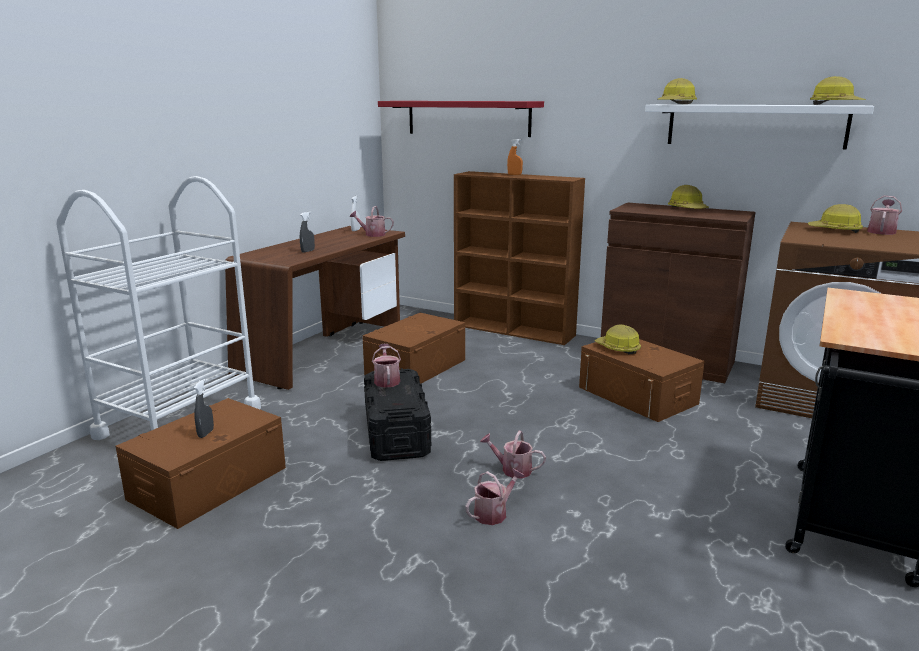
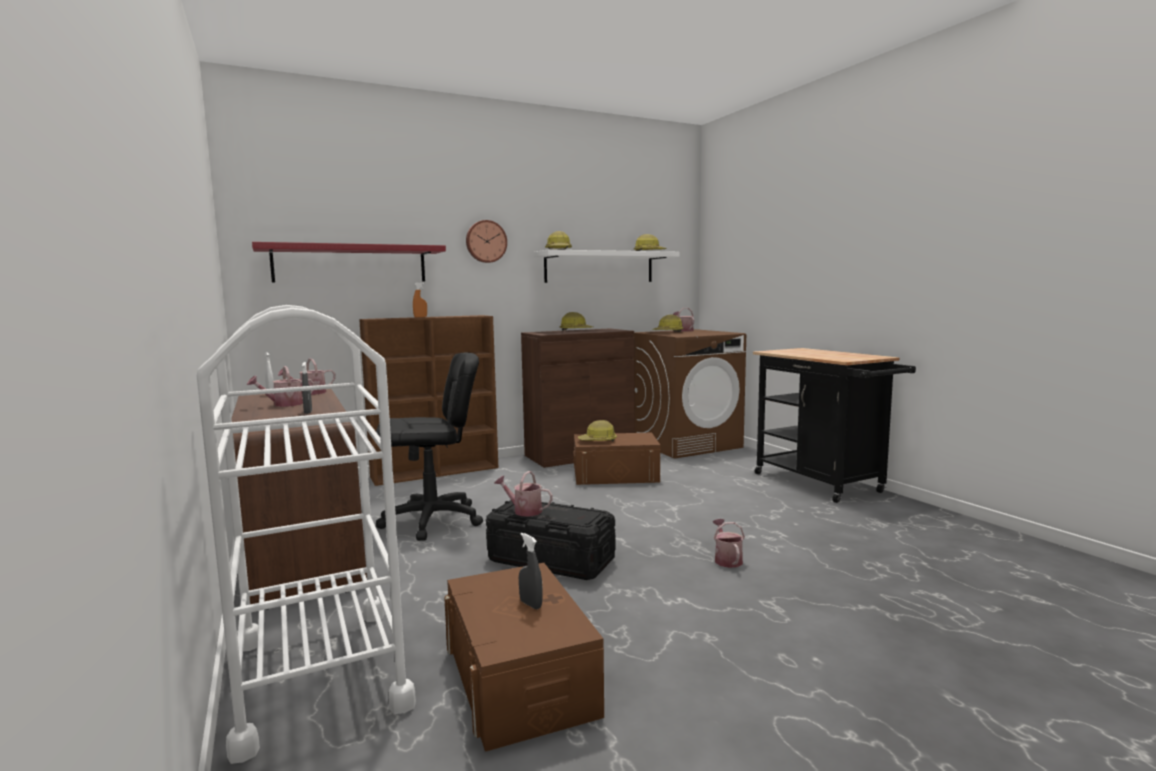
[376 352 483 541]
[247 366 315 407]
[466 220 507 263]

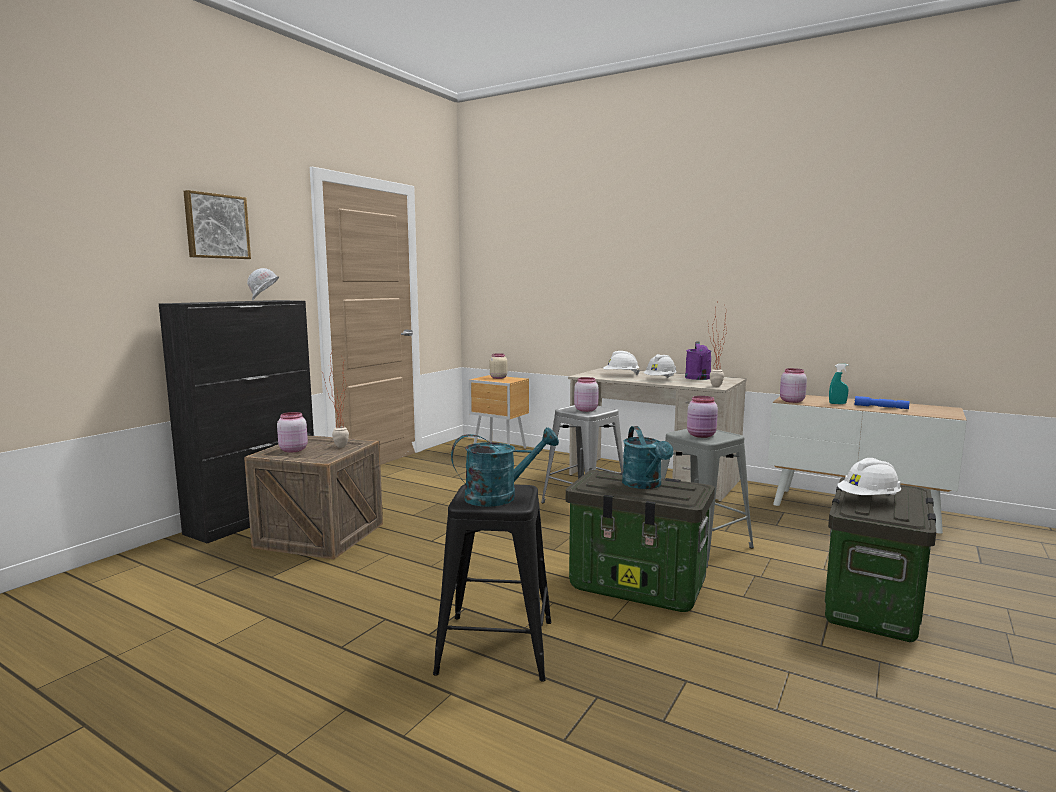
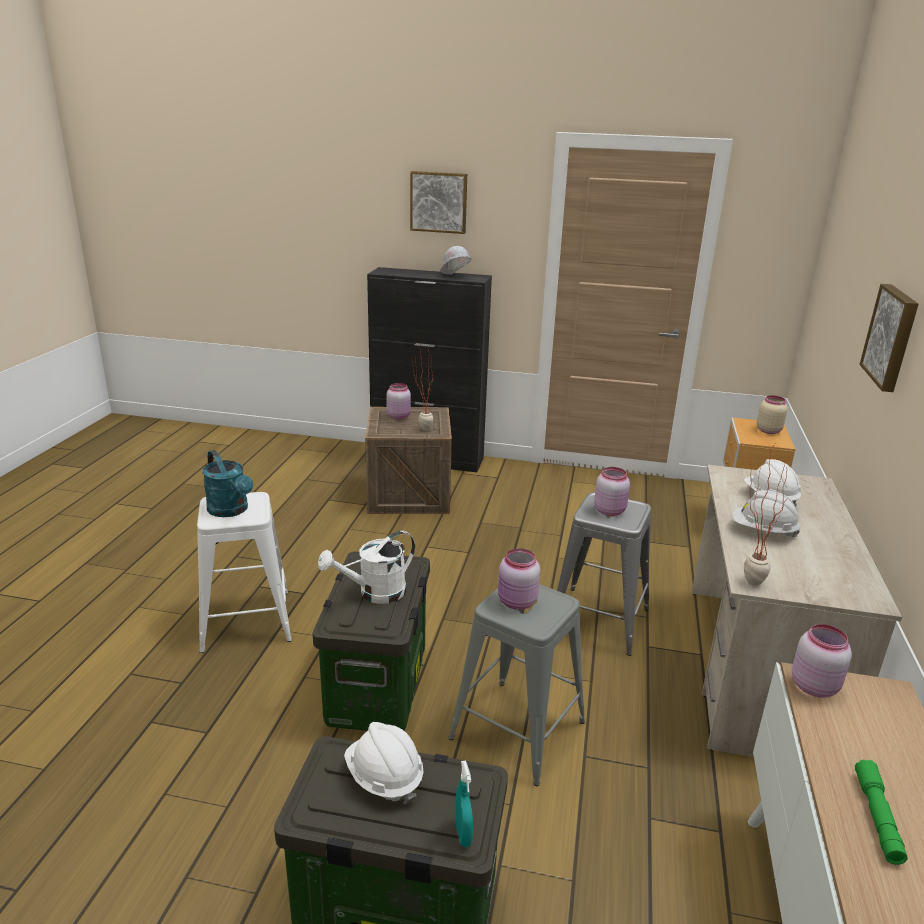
[197 492 292 653]
[318 531 415 604]
[685 342 712 380] (first image)
[455 760 473 847]
[855 760 908 865]
[860 284 918 392]

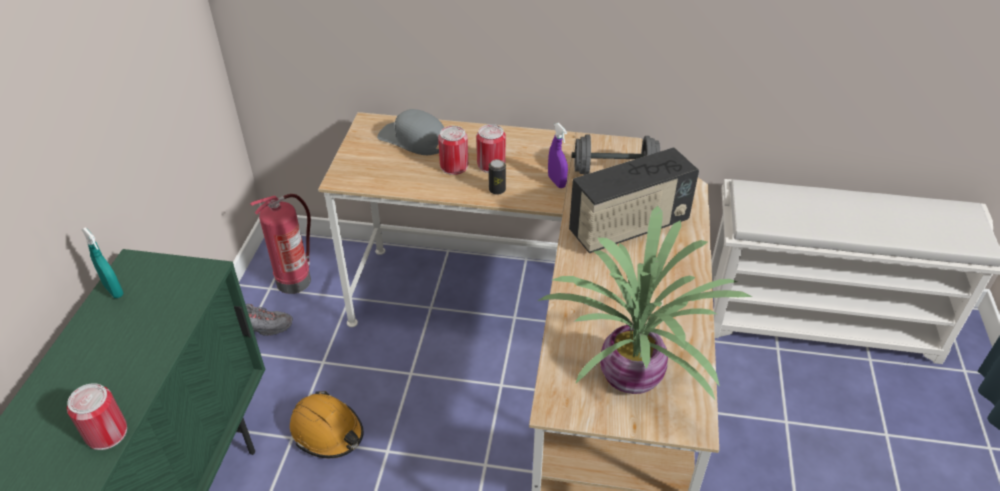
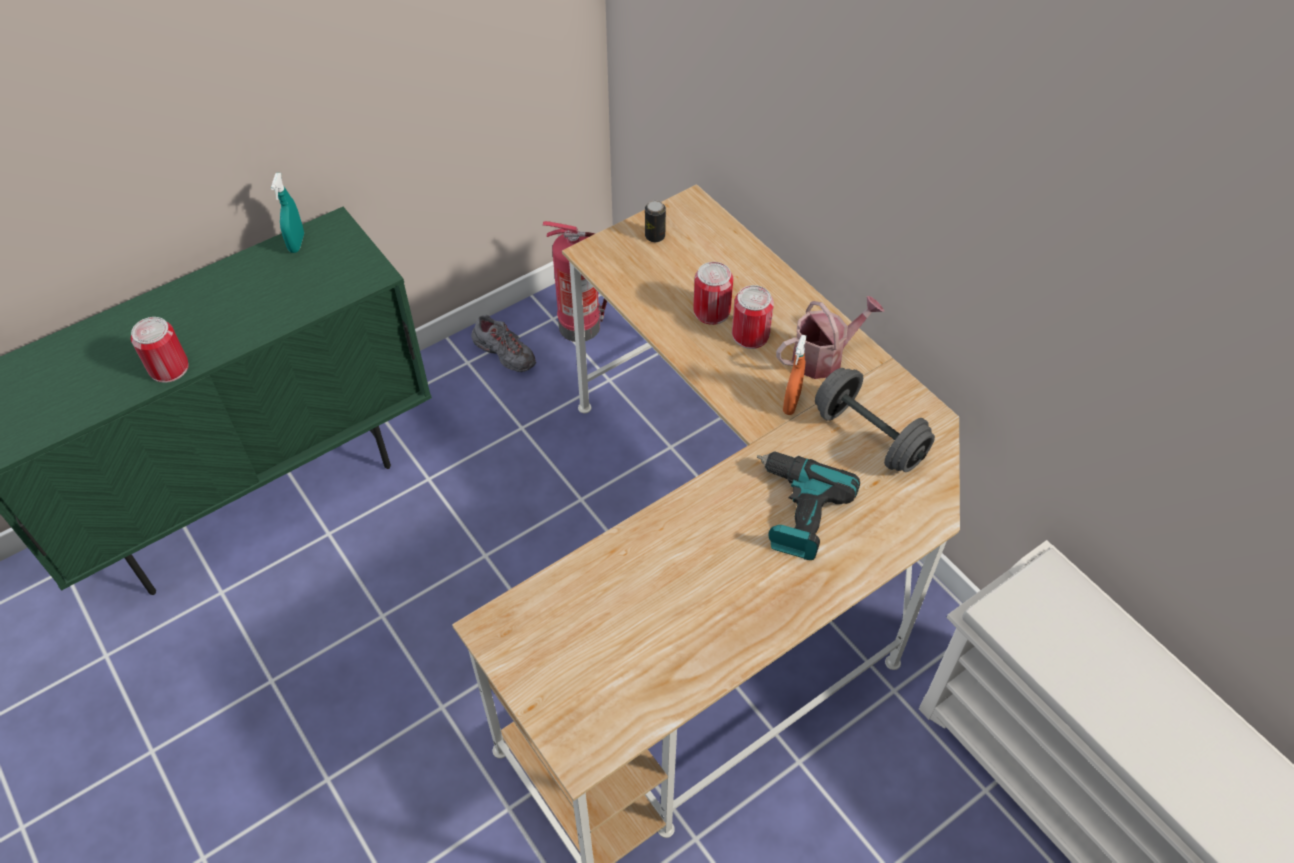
[290 391 363 458] (first image)
[377 109 444 155] (first image)
[645 201 666 242]
[537 206 752 401] (first image)
[783 335 807 415]
[757 451 860 560]
[776 296 884 379]

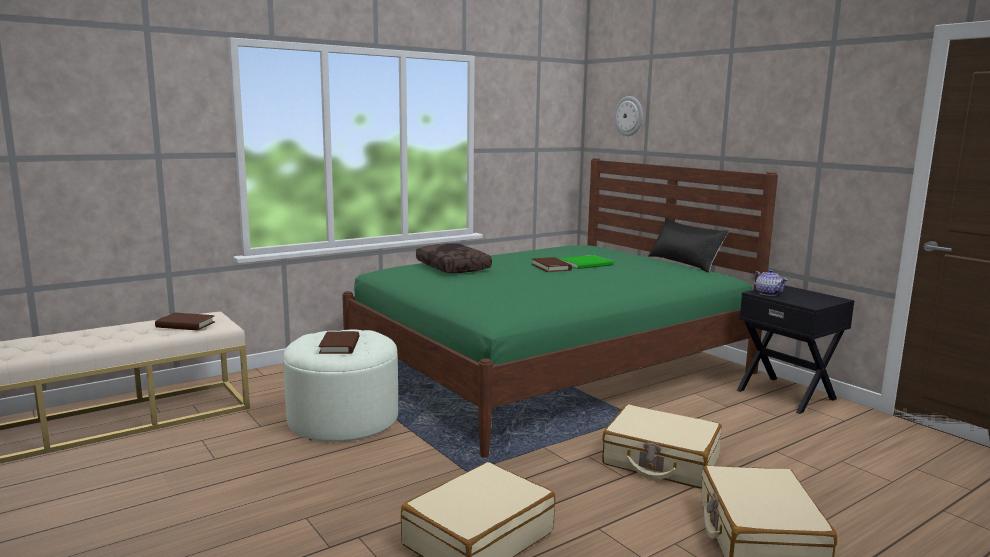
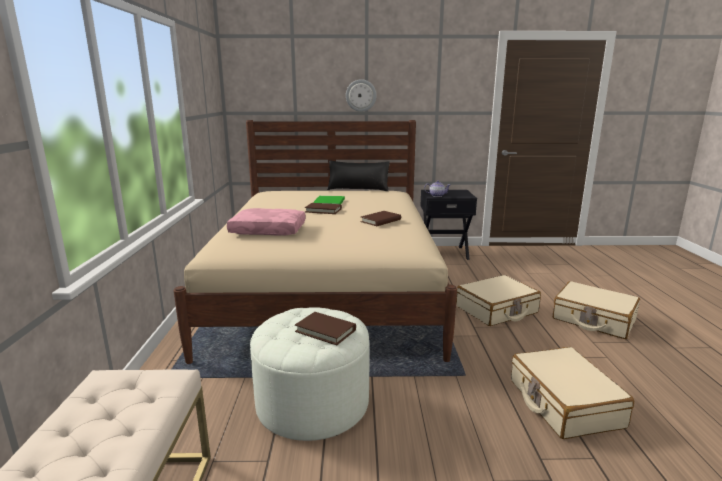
[361 211 401 226]
[174 120 457 364]
[227 208 306 235]
[346 79 377 112]

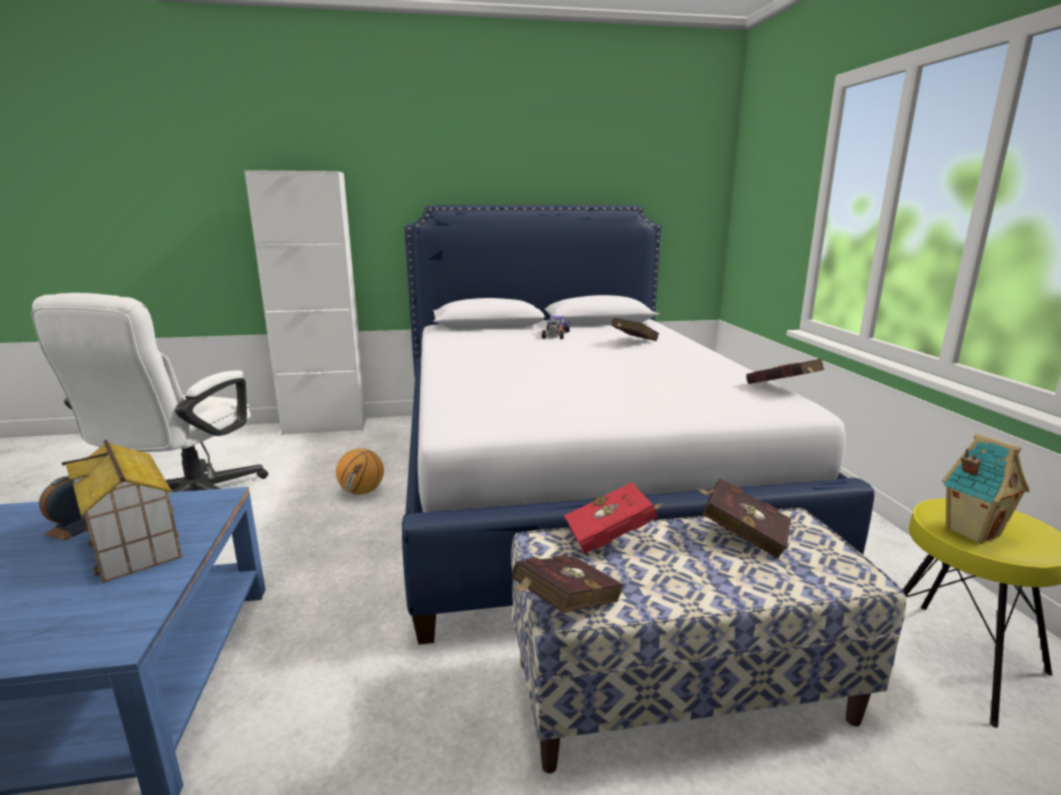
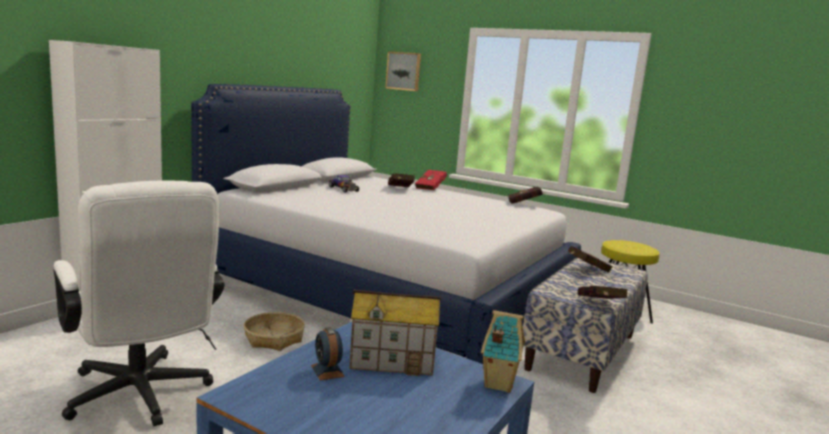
[244 312 305 351]
[415 170 447 190]
[481 310 525 393]
[385 52 421 91]

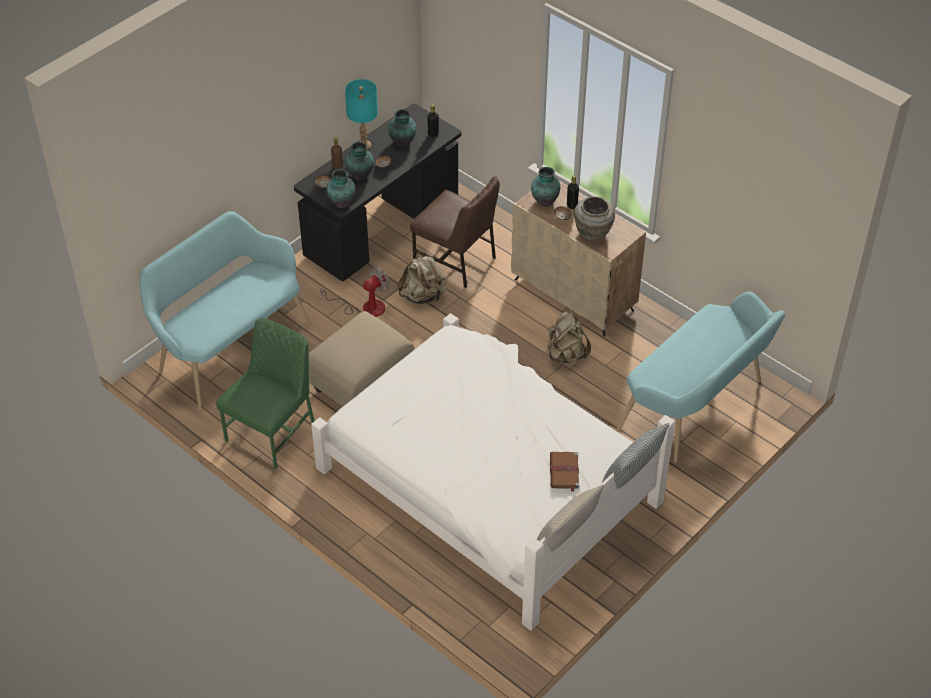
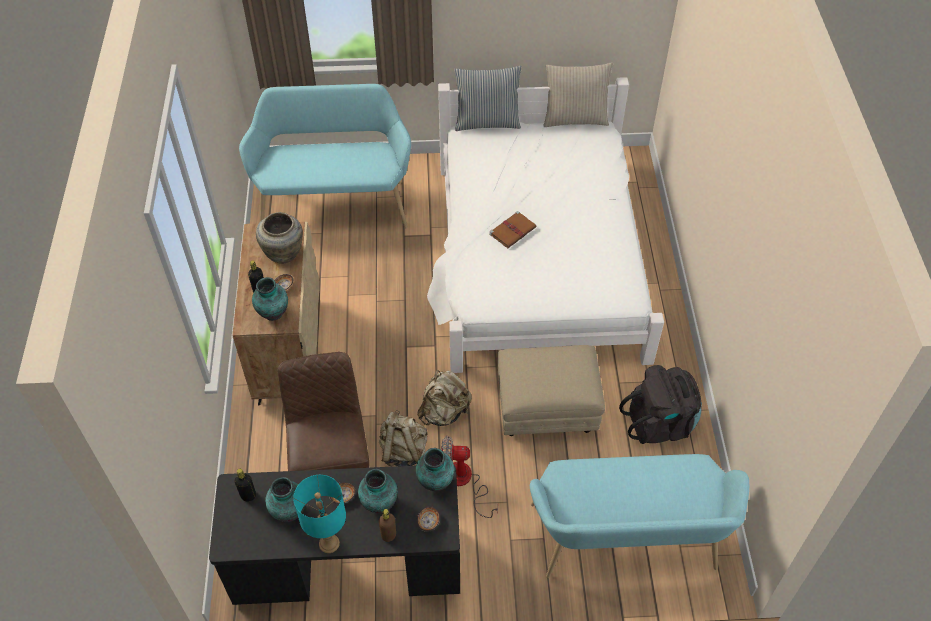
[619 365 702 444]
[417 370 472 426]
[489 211 537 248]

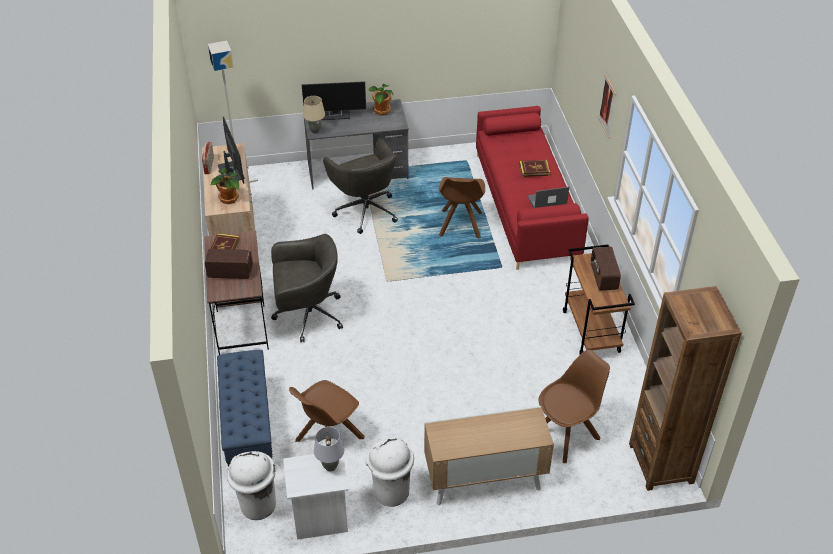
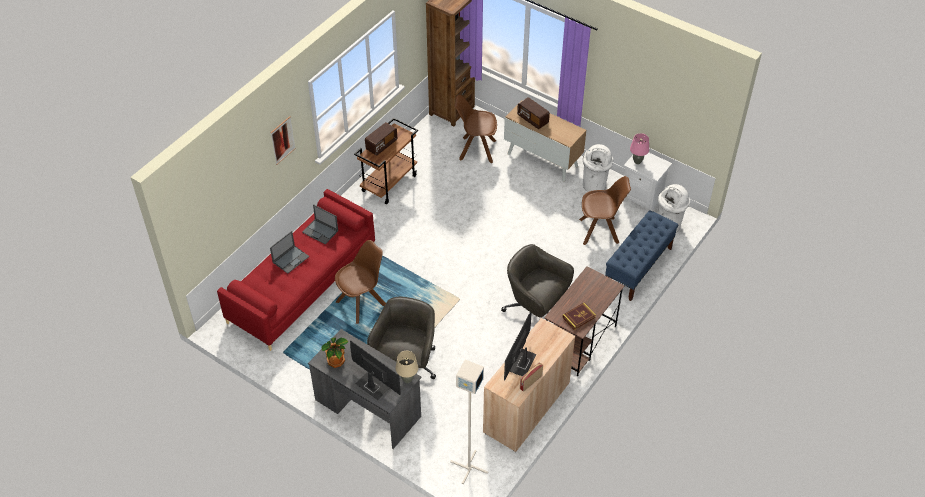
[517 97 550 129]
[211 168 239 204] (first image)
[630 133 649 164]
[270 231 309 274]

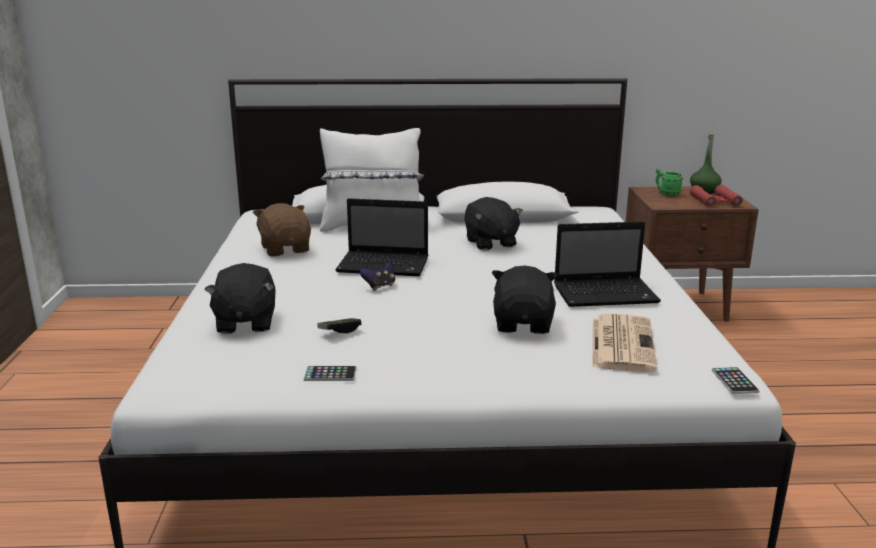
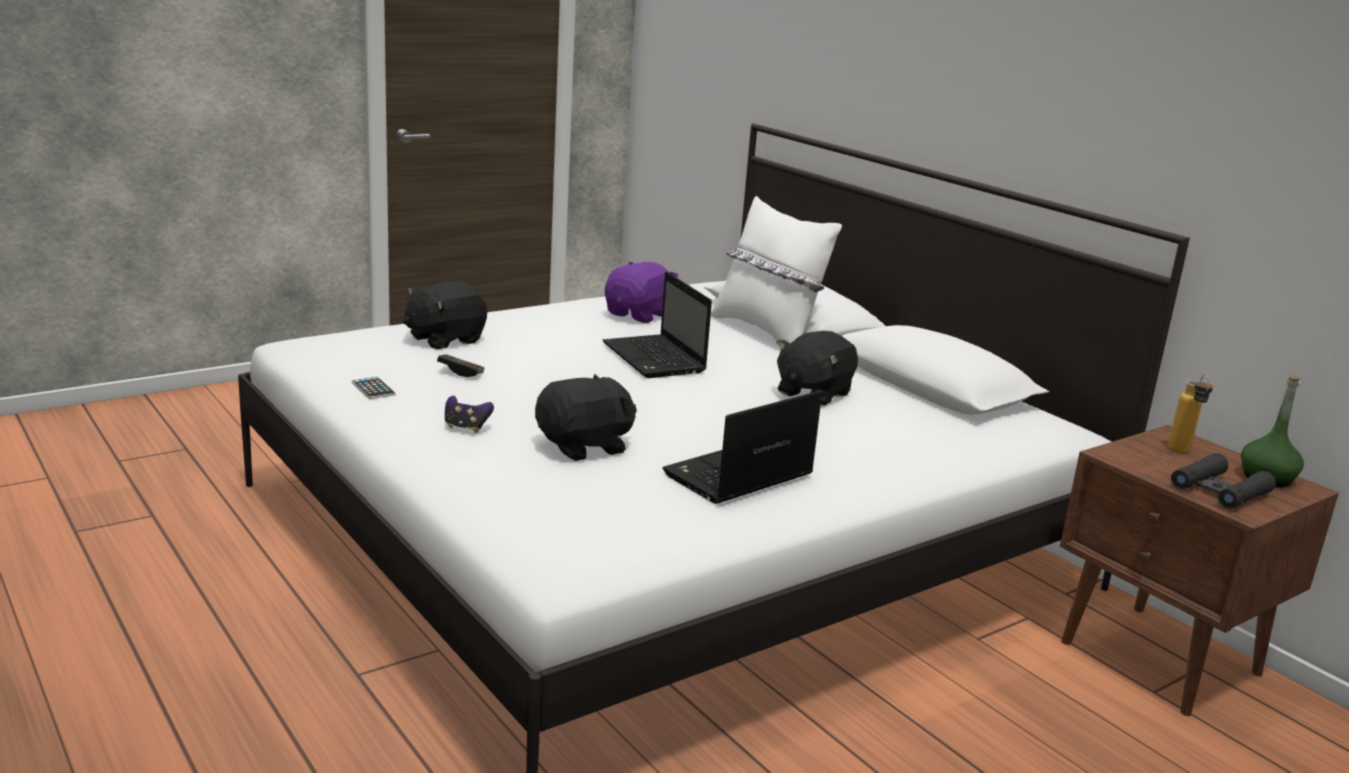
[605 262 678 323]
[445 396 494 433]
[662 391 822 504]
[592 314 657 372] (first image)
[1168 375 1213 453]
[1171 453 1276 509]
[712 367 760 394] (first image)

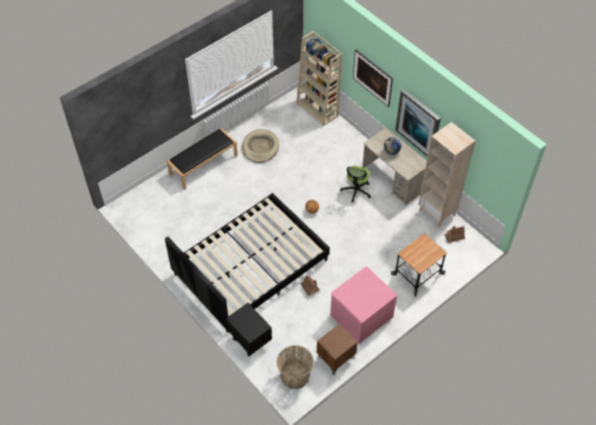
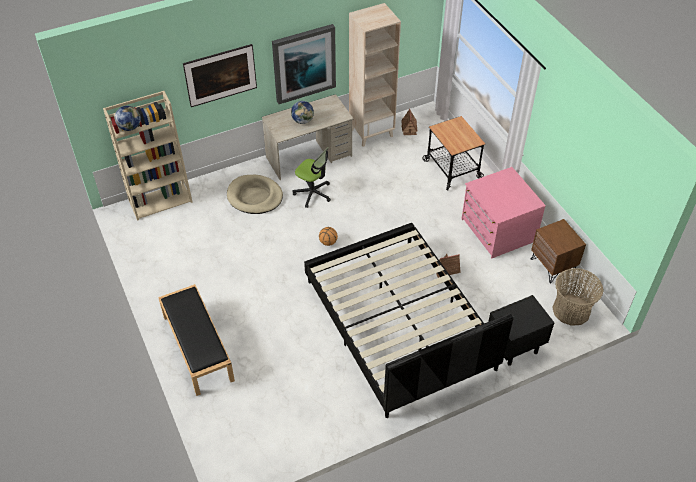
[227 175 283 214]

